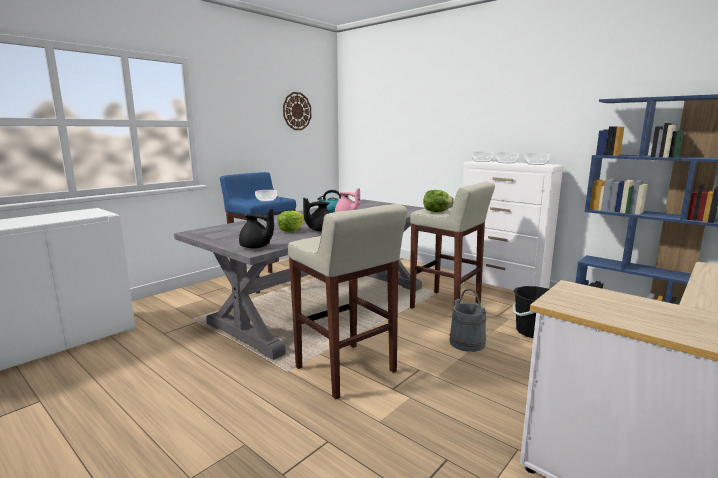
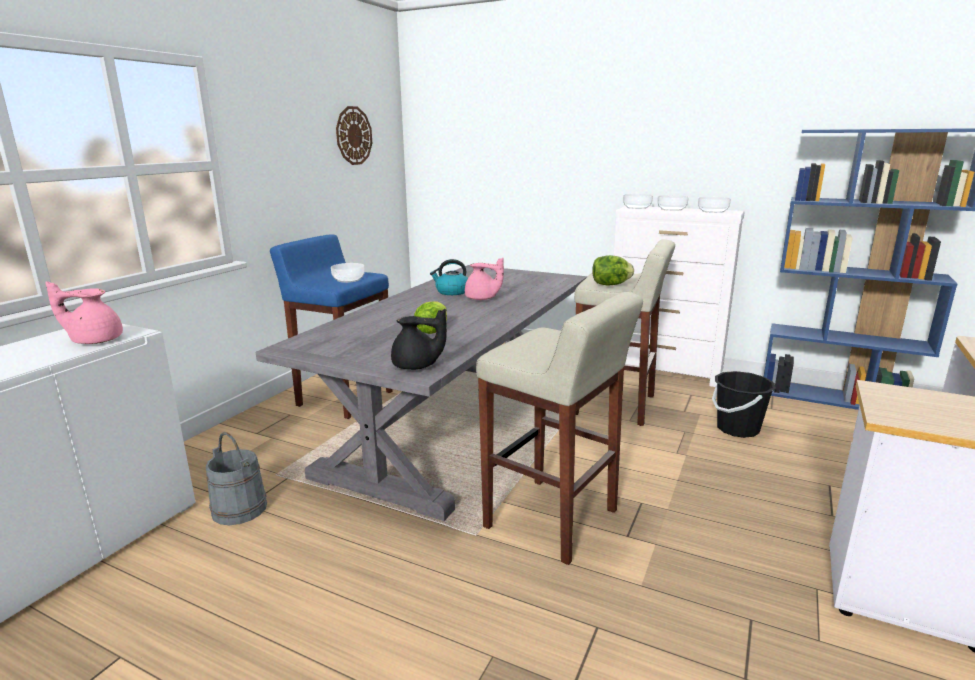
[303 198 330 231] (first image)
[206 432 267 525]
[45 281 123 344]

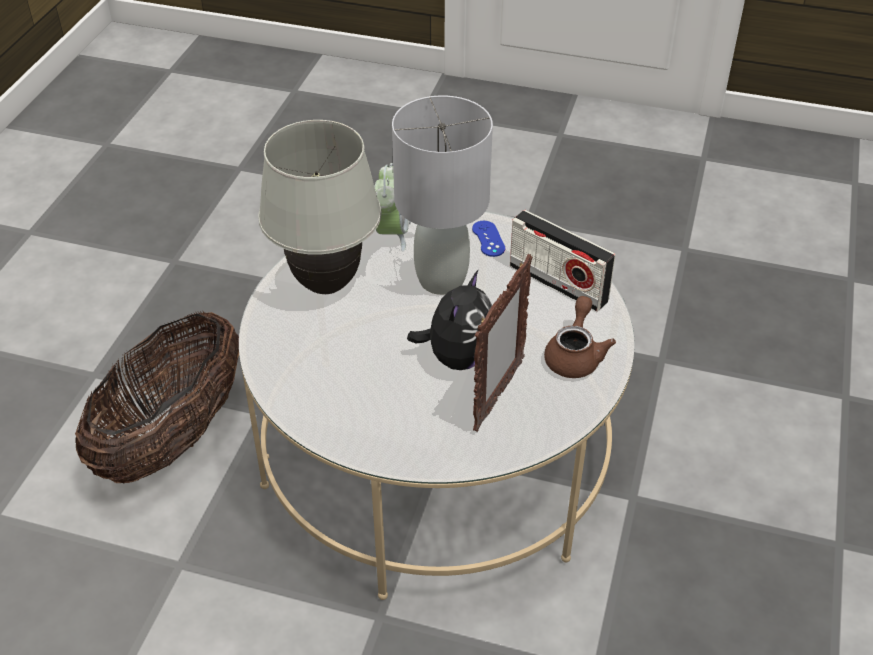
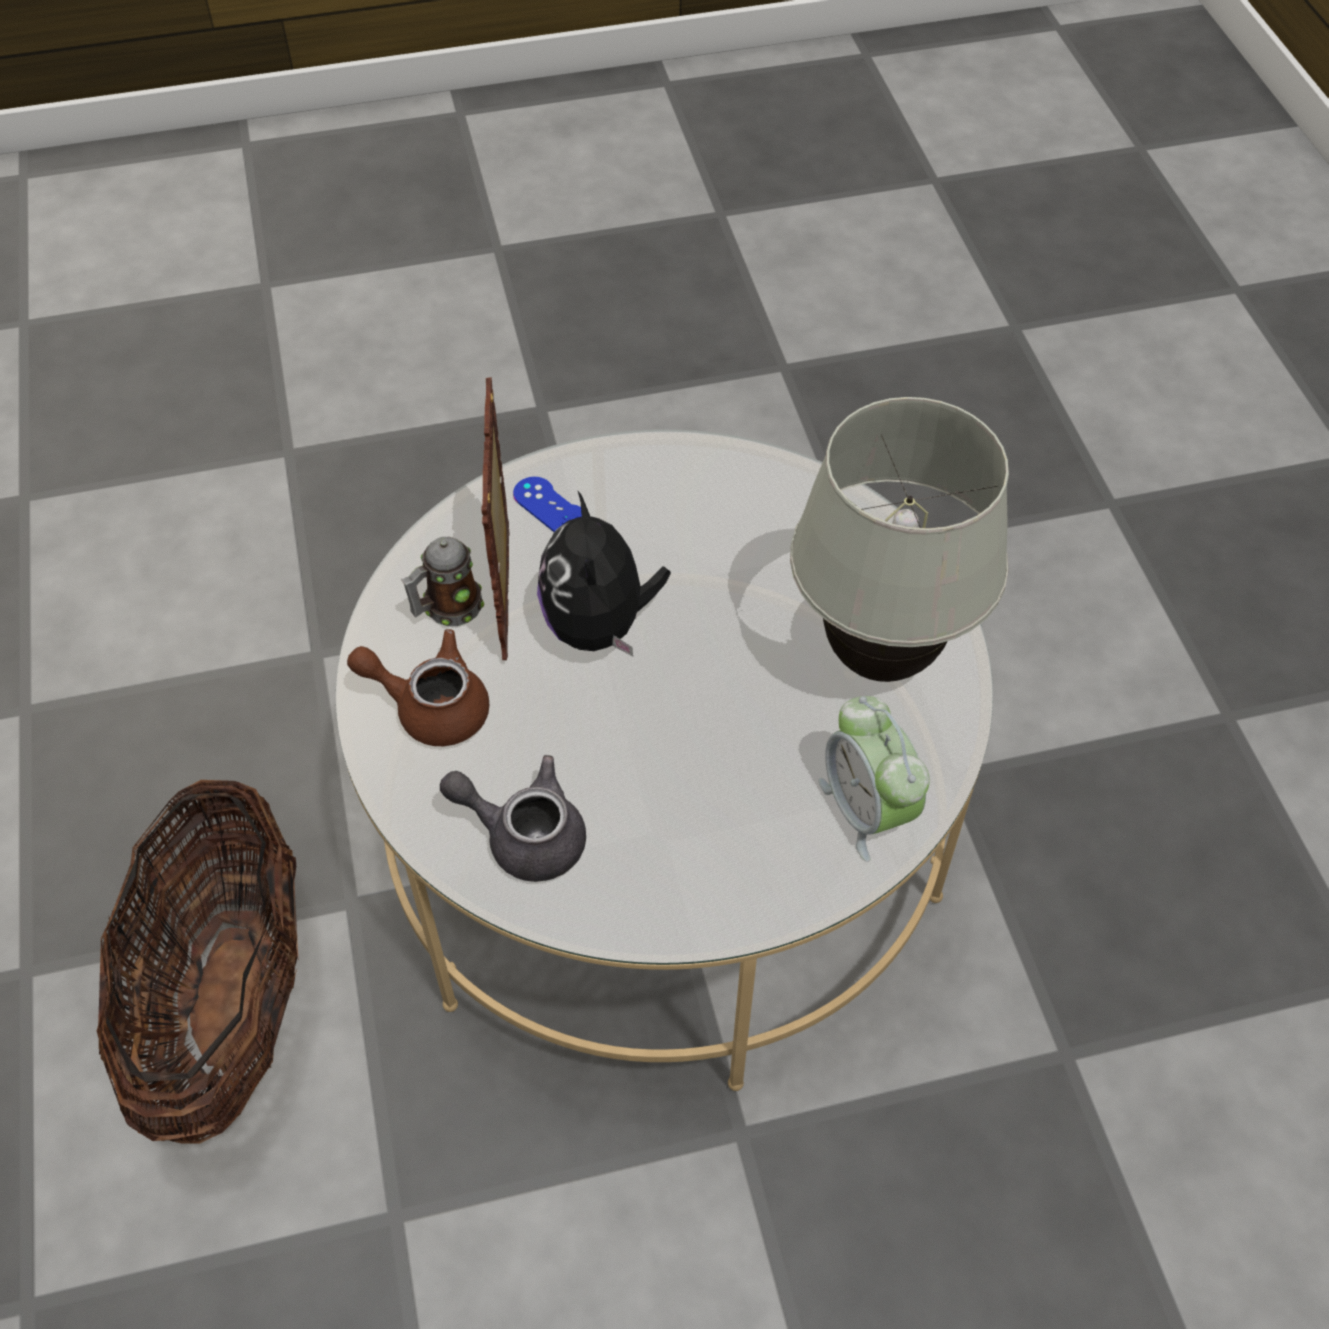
[97 780 299 1144]
[392 95 493 295] (first image)
[513 477 582 532]
[440 755 586 882]
[347 629 489 746]
[401 537 484 626]

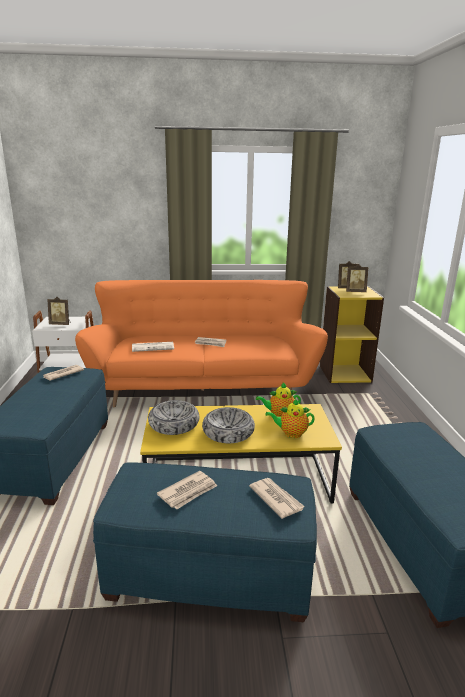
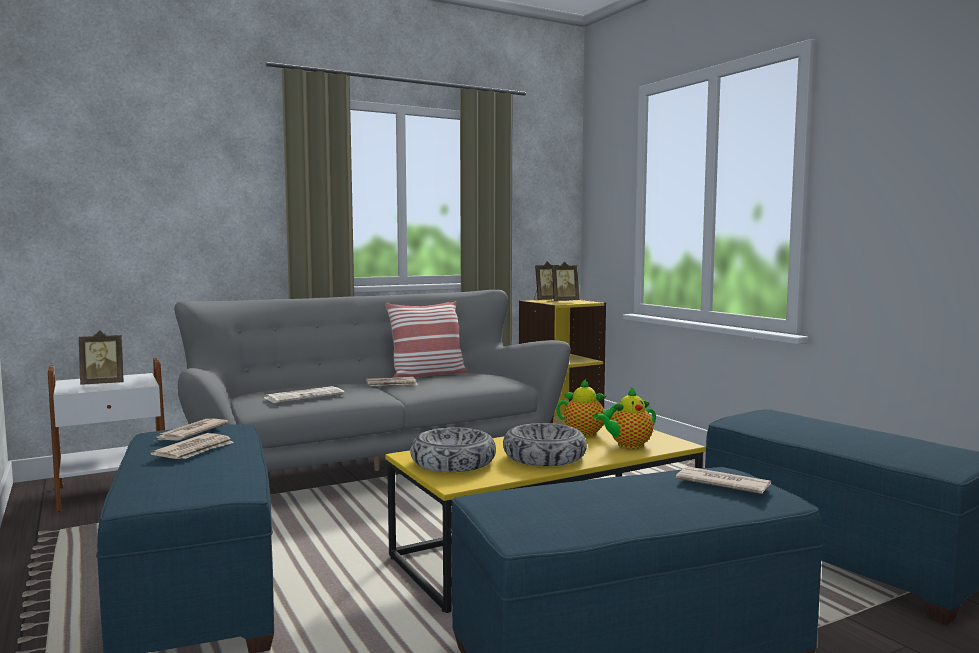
[174 290 570 472]
[150 433 234 459]
[556 378 620 437]
[385 301 467 378]

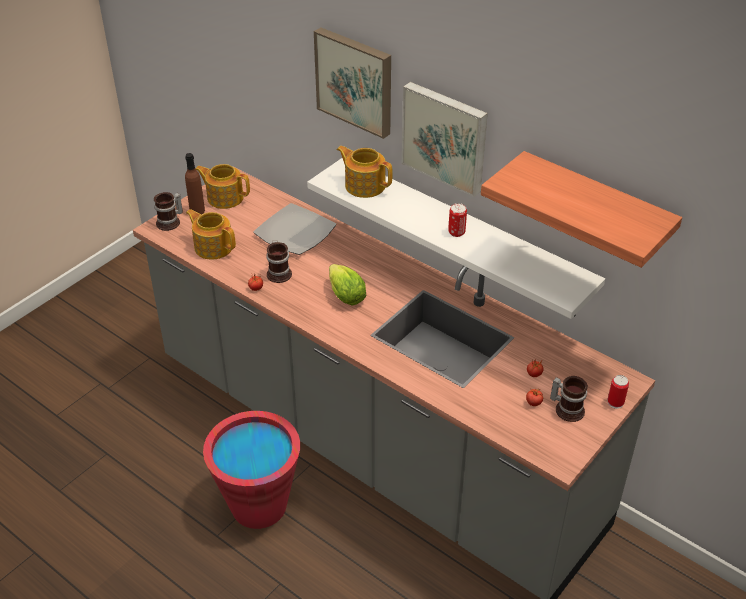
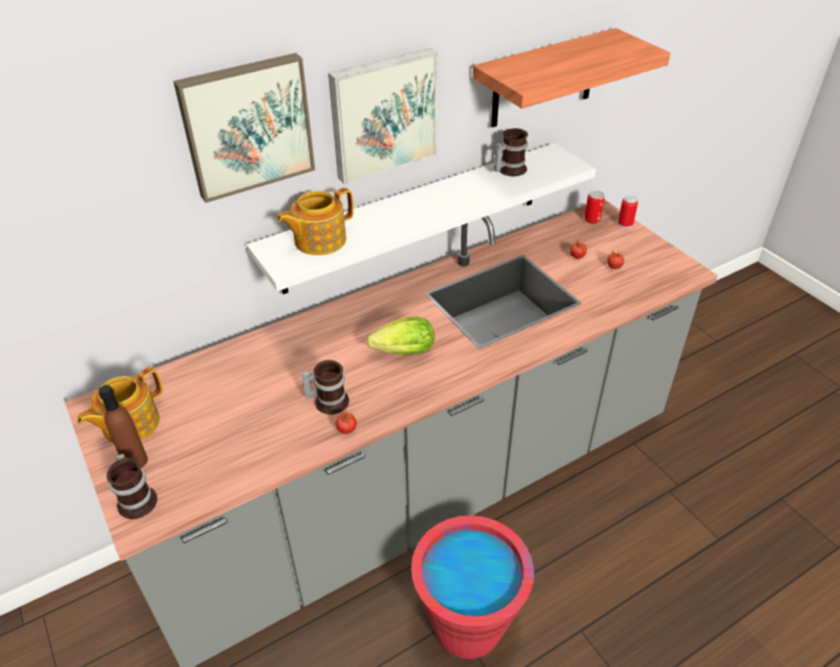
[186 209 236 260] (first image)
[253 203 336 255] (first image)
[584 191 605 224]
[494 128 528 176]

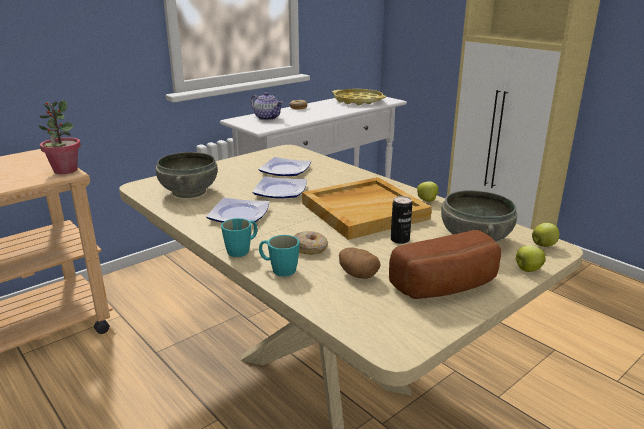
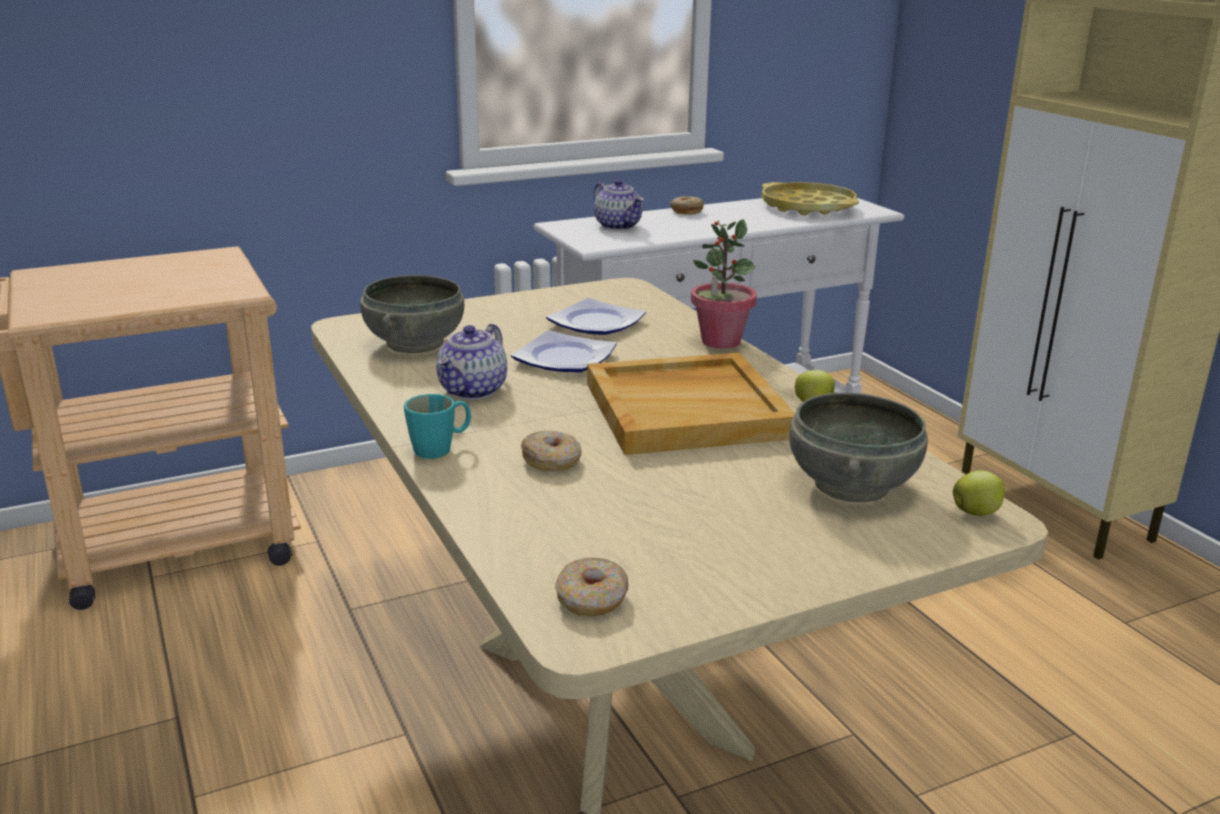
[691 219 757 349]
[436 324 507 400]
[259 235 300 277] (first image)
[339 247 381 279] (first image)
[389 230 501 299] (first image)
[391 196 412 244] (first image)
[515 245 546 272] (first image)
[555 558 628 617]

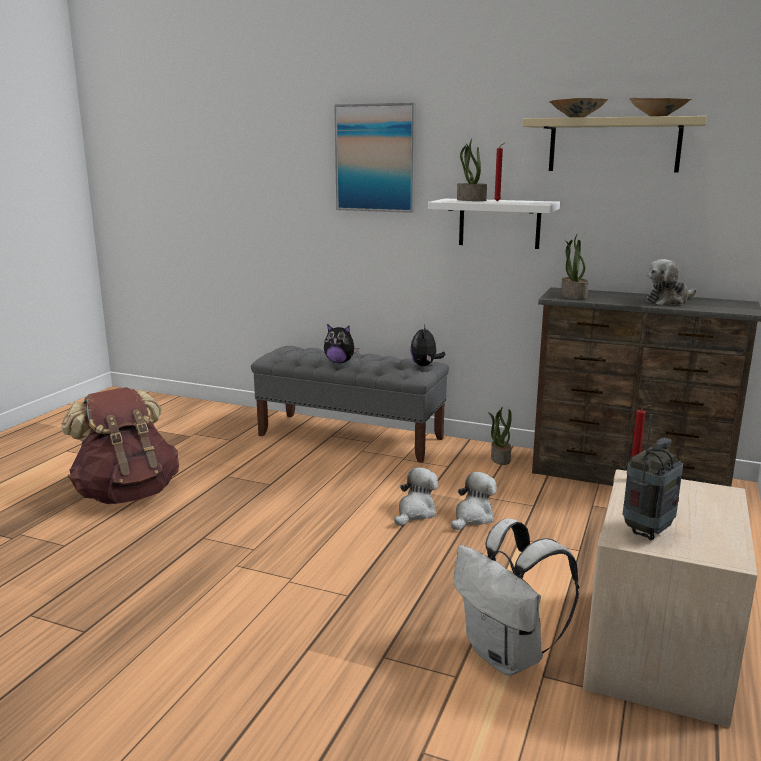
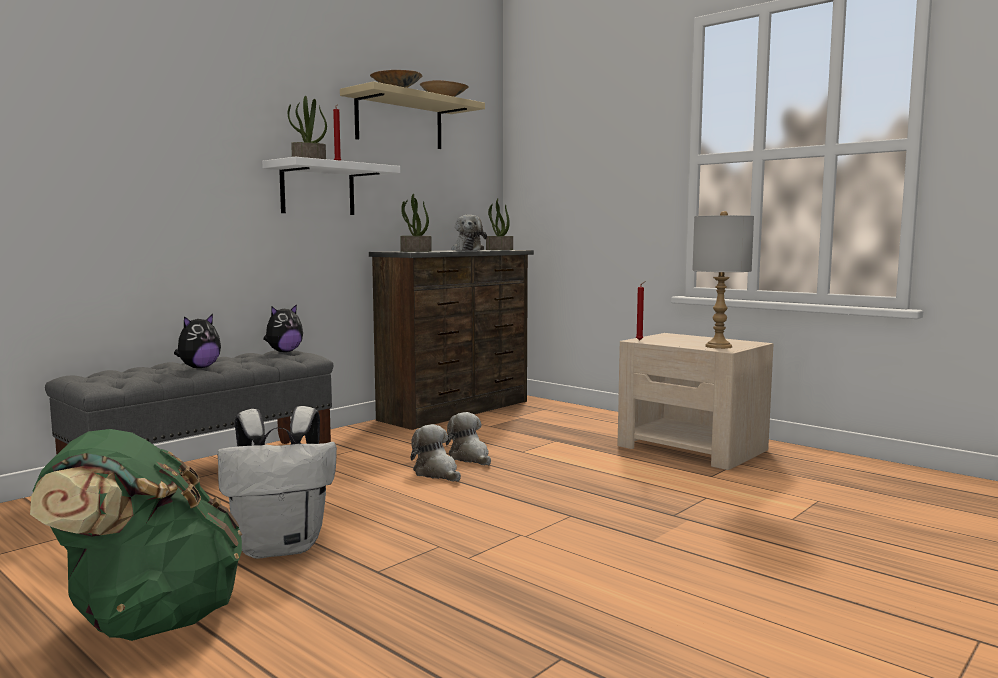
[30 429 242 641]
[334 103 416 213] (first image)
[264 304 303 352]
[218 406 337 559]
[486 198 513 250]
[692 211 754 349]

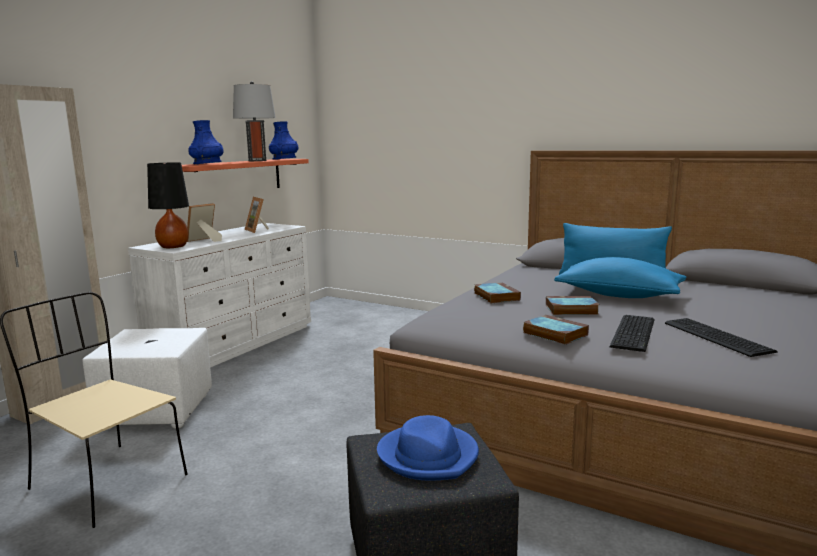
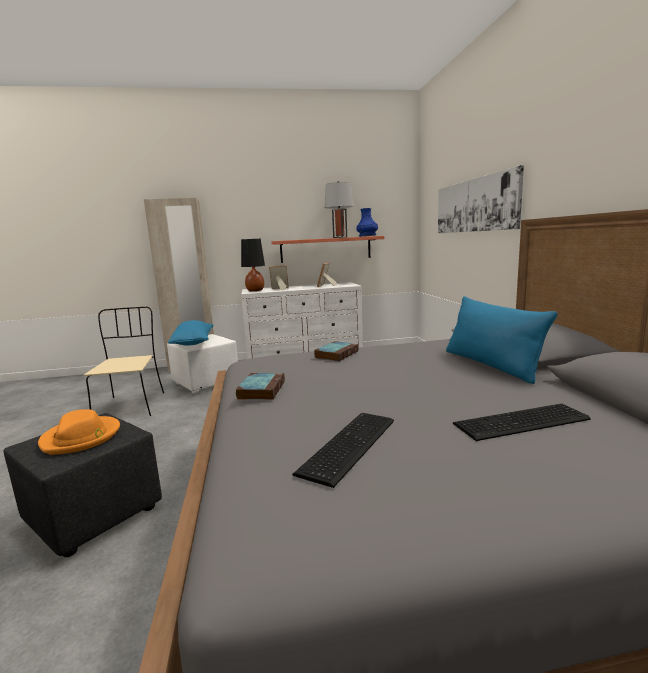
[188 120 224 164] (first image)
[38 409 120 455]
[546 296 599 315] (first image)
[168 320 213 346]
[453 404 591 441]
[438 165 524 233]

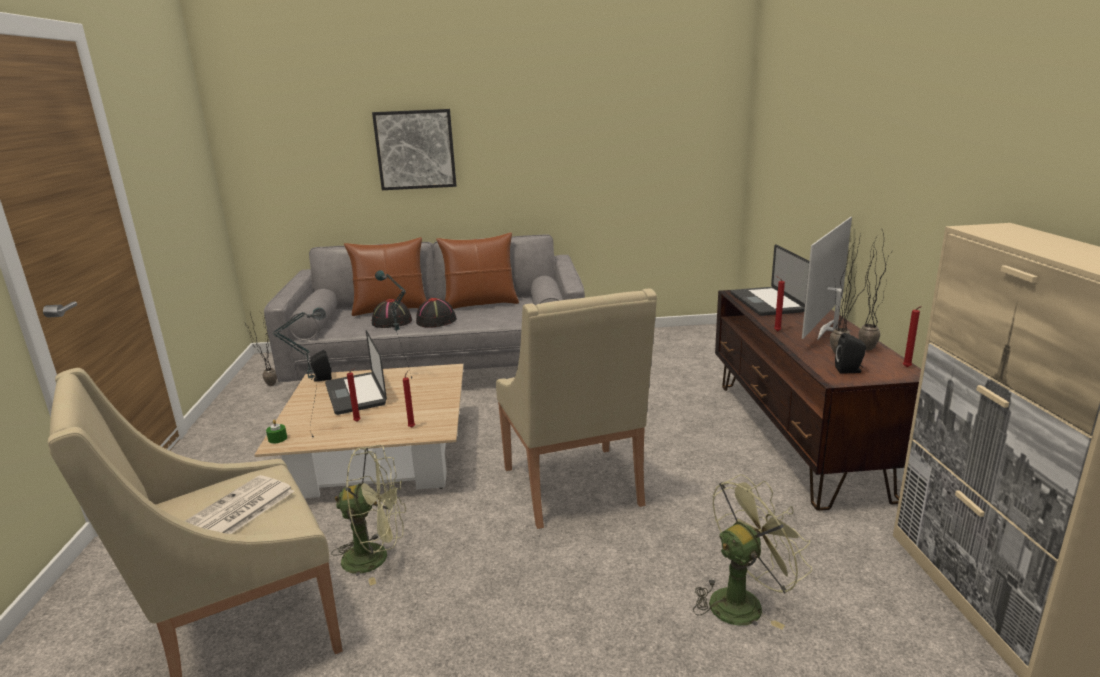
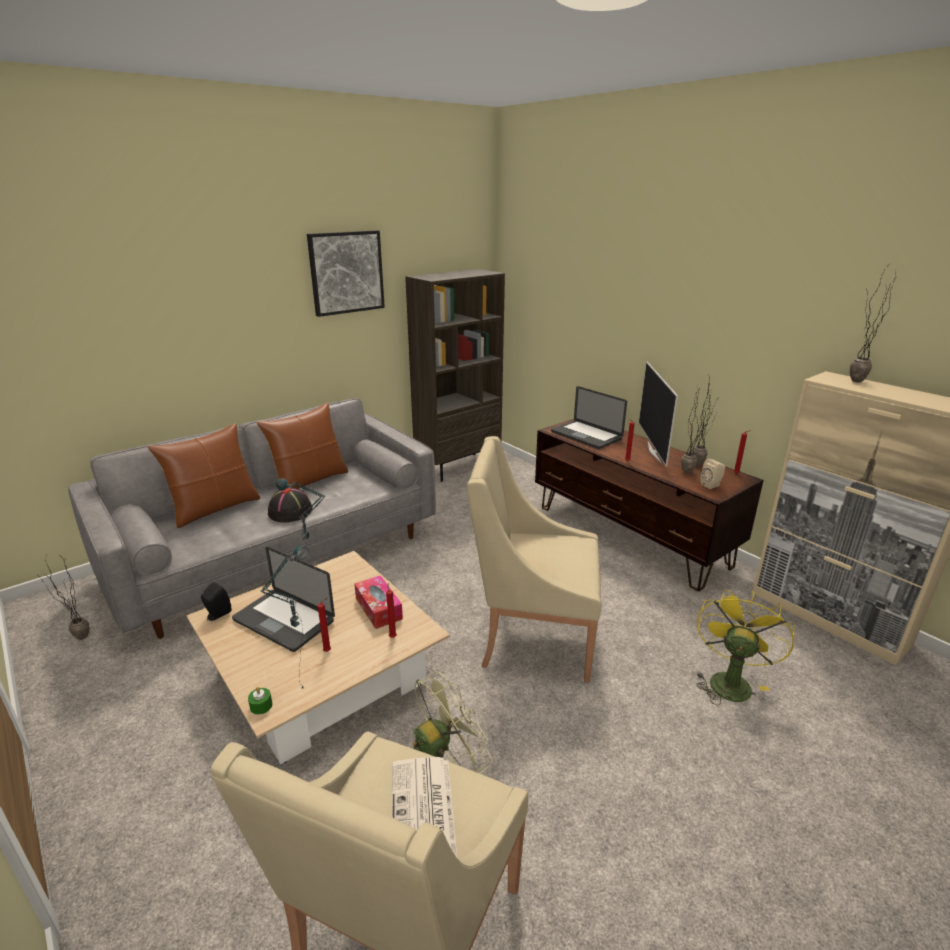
[307 230 385 317]
[372 299 412 328] (first image)
[467 436 601 682]
[696 589 795 706]
[700 459 725 489]
[354 575 403 629]
[405 269 505 482]
[850 263 896 382]

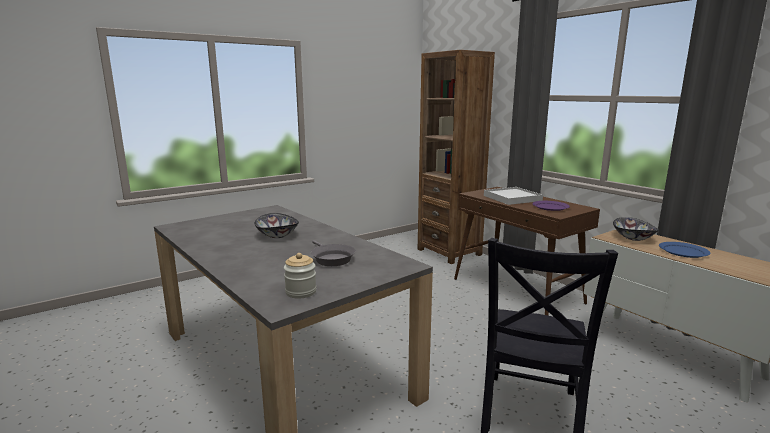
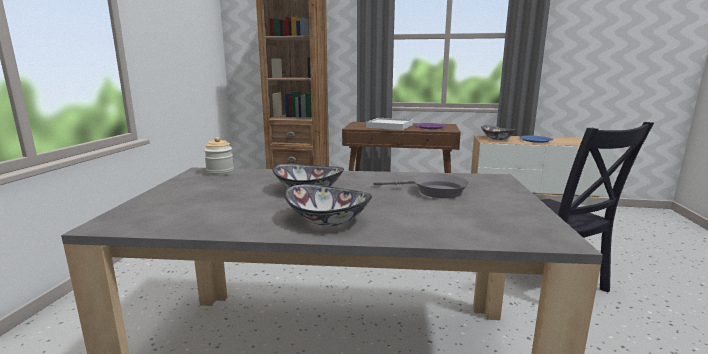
[204 137 234 176]
[284 184 372 226]

